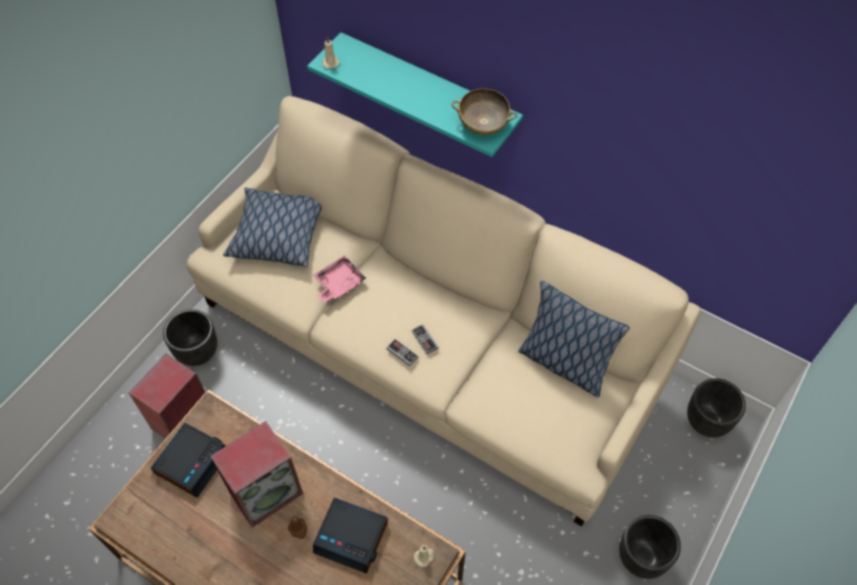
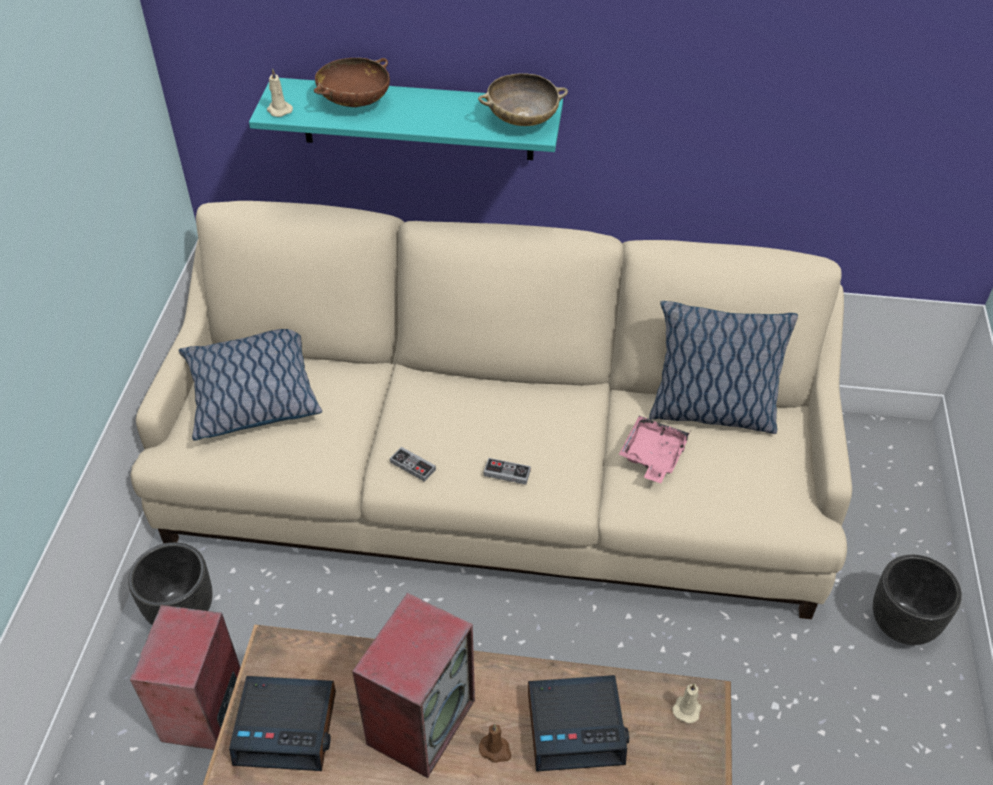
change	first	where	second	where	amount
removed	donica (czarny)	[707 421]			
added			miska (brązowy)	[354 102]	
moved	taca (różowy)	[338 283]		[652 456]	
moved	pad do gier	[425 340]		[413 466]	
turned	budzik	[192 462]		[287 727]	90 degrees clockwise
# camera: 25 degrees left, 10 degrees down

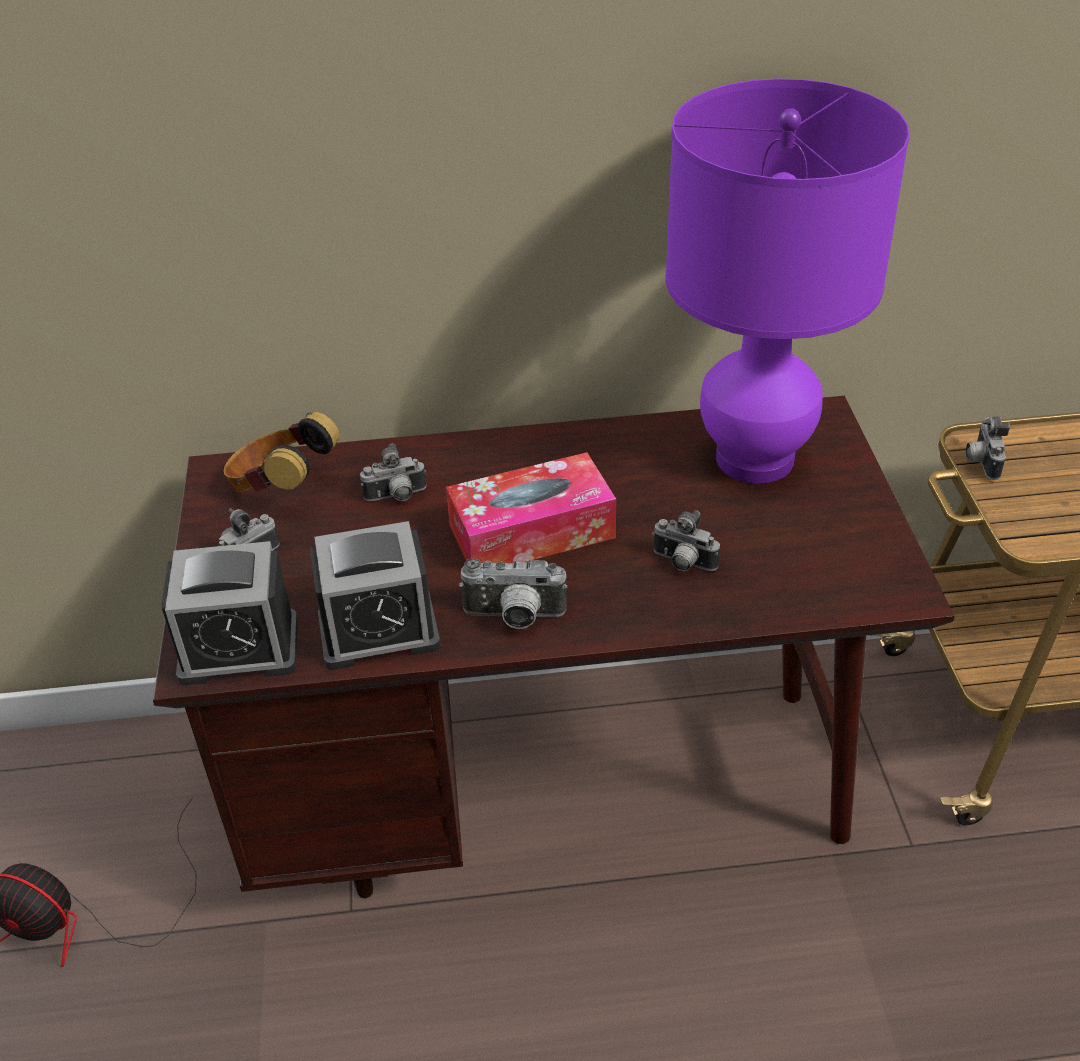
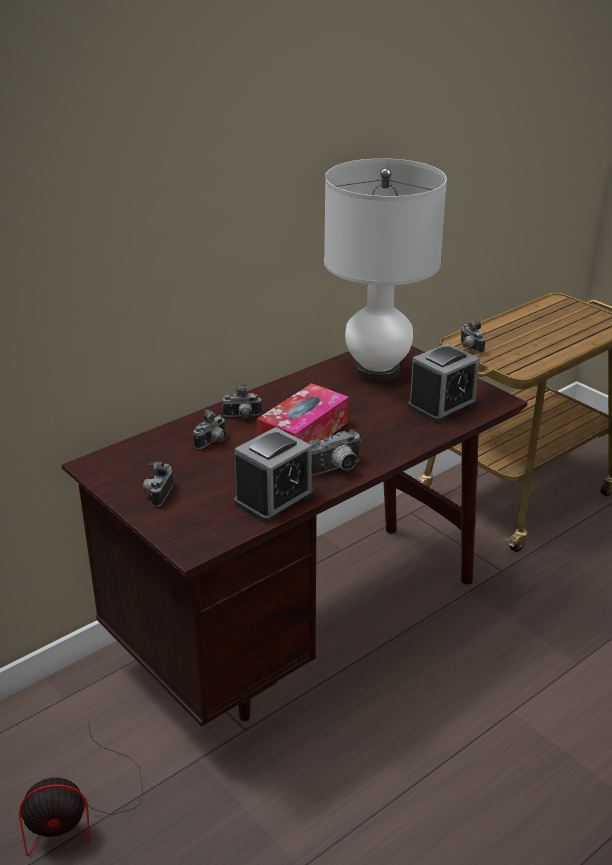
change	first	where	second	where	amount
removed	słuchawki	[282 488]			
moved	budzik	[239 649]		[442 405]	
moved	aparat fotograficzny	[682 563]		[242 417]	
recoloured	lampa stołowa (fioletowy)	[755 459]	lampa stołowa (biały)	[377 371]	
# camera: 35 degrees left, 10 degrees down

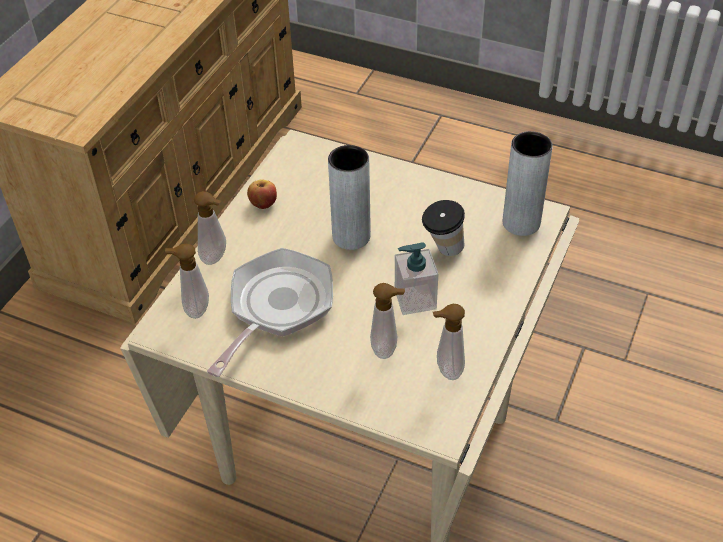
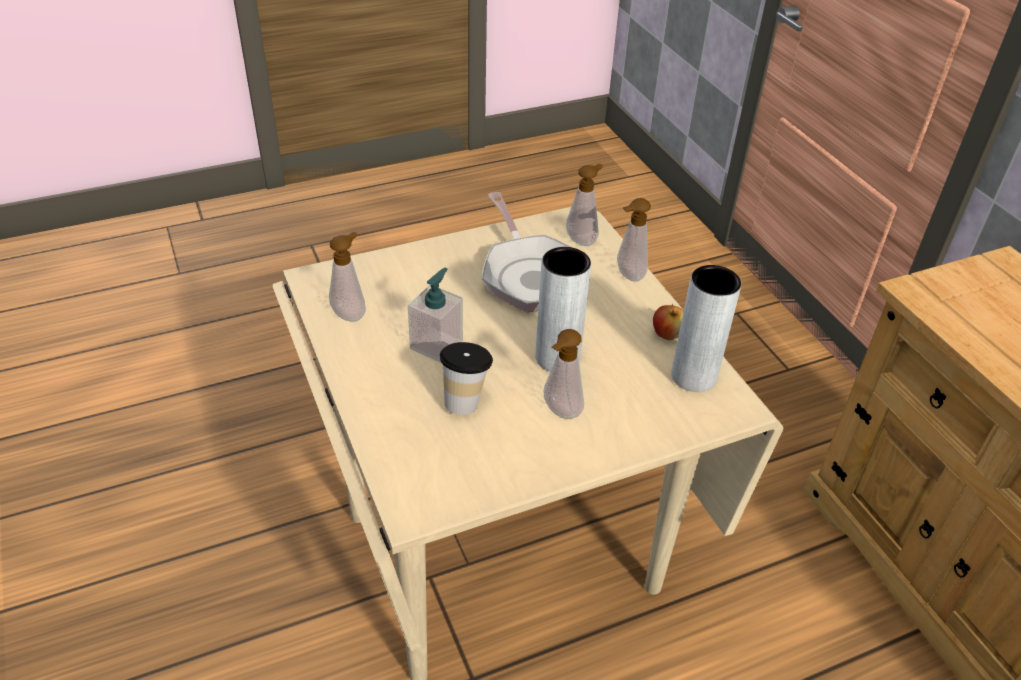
change	first	where	second	where	amount
moved	dozownik mydła	[387 349]		[559 412]	
moved	wazon (szary)	[521 223]		[693 376]	
# camera: 130 degrees right, 5 degrees down

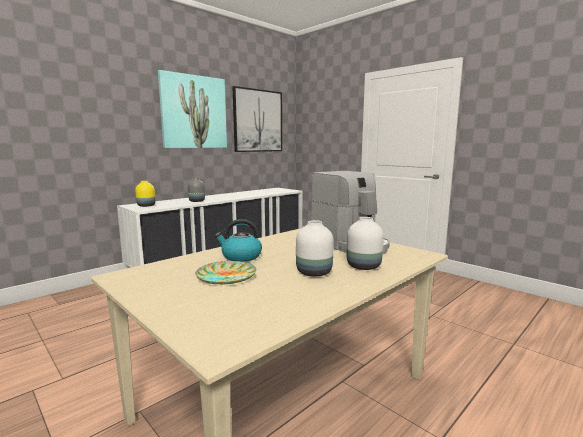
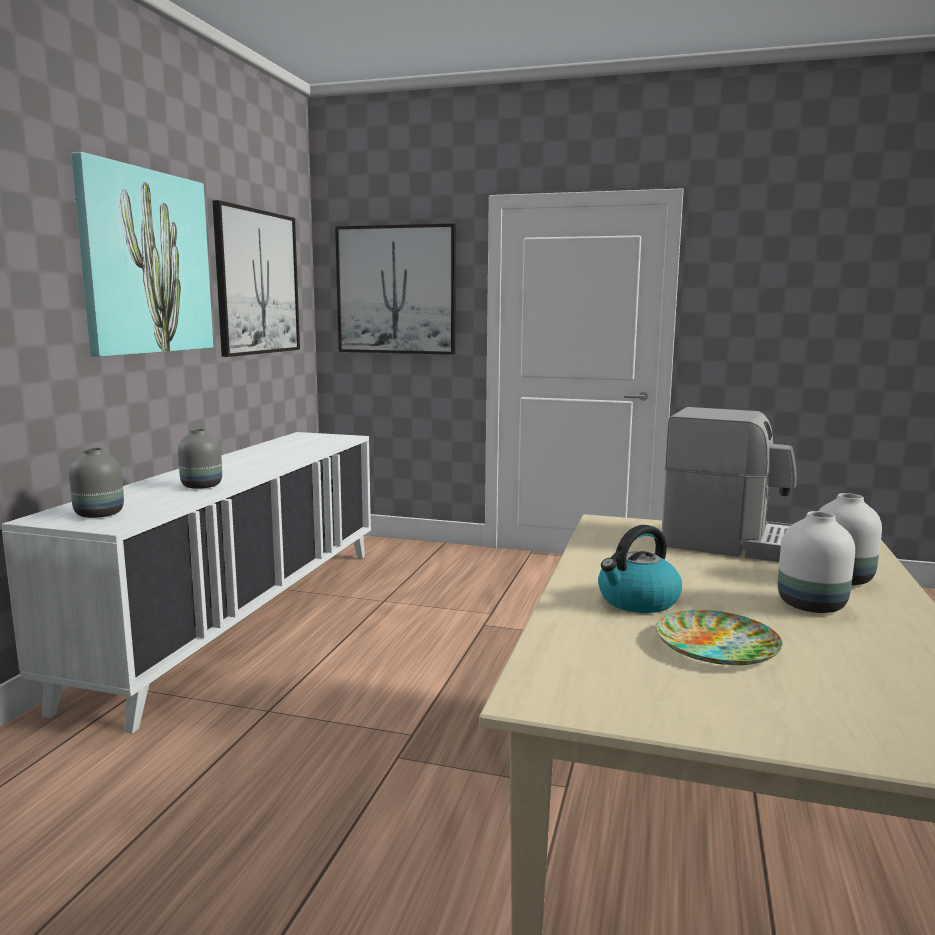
change	first	where	second	where	amount
added			obraz	[396 290]	
recoloured	wazon (żółty)	[147 206]	wazon (szary)	[100 514]	
# camera: 30 degrees left, 0 degrees up

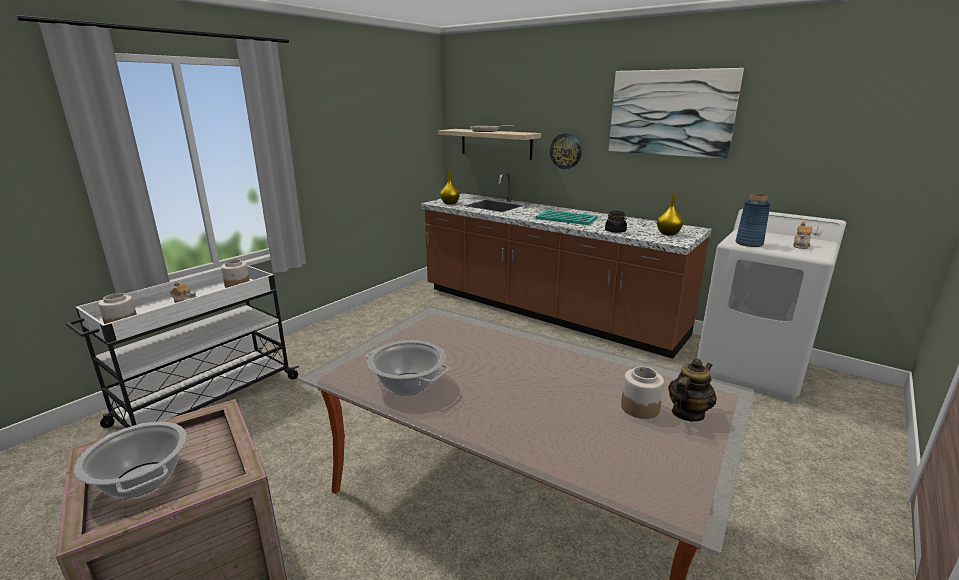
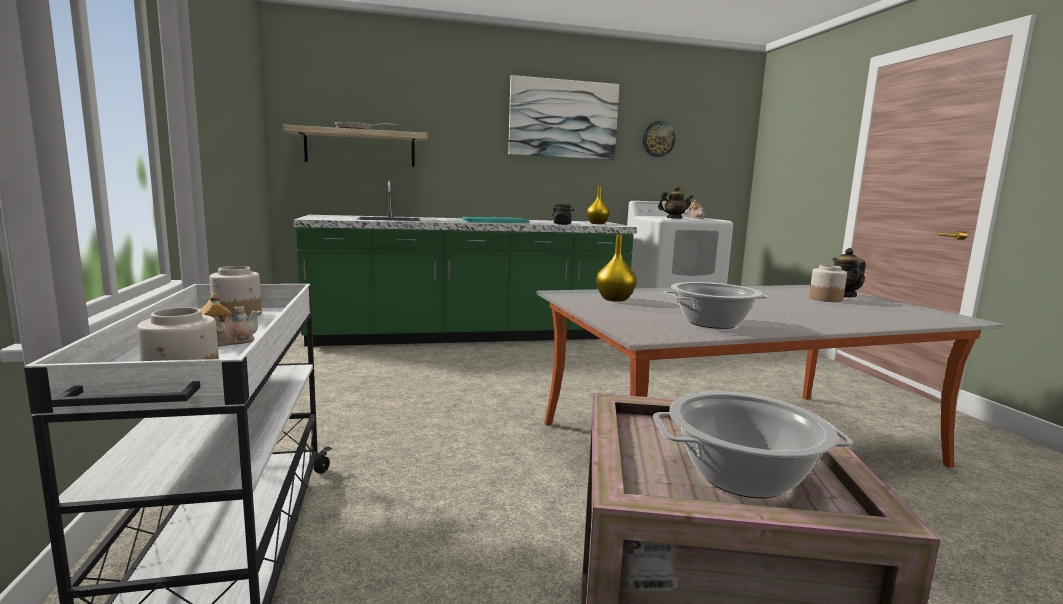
change	first	where	second	where	amount
moved	wazon (żółty)	[450 203]		[614 299]	
moved	zegar ścienny	[566 151]		[658 139]	
replaced	wazon (niebieski)	[749 243]	imbryk	[674 218]	
recoloured	zabudowa kuchenna (brązowy)	[546 311]	zabudowa kuchenna (zielony)	[469 335]	
# camera: 50 degrees left, 10 degrees down

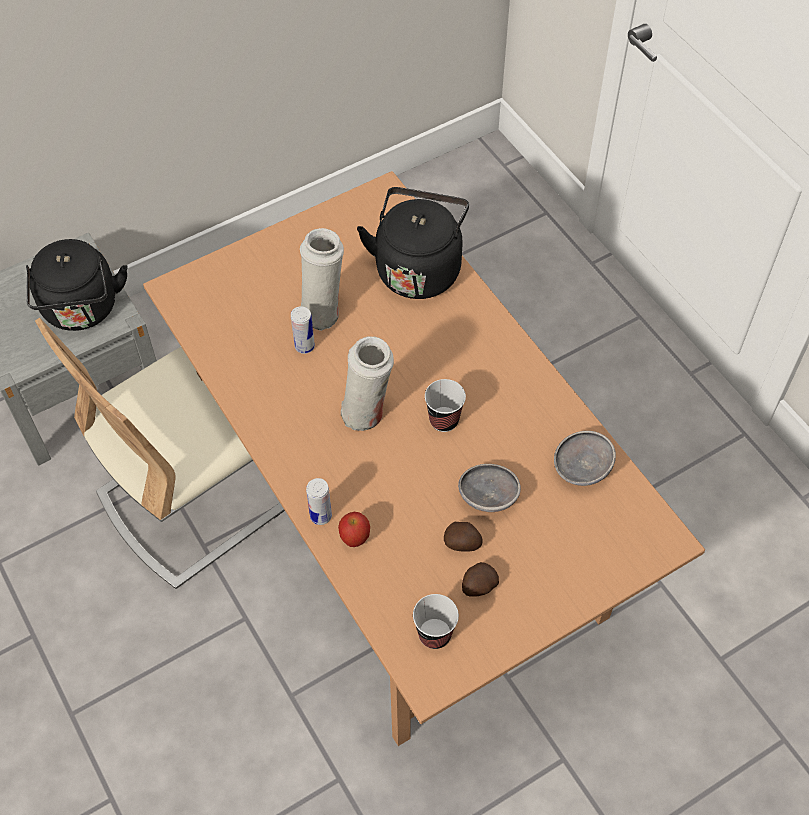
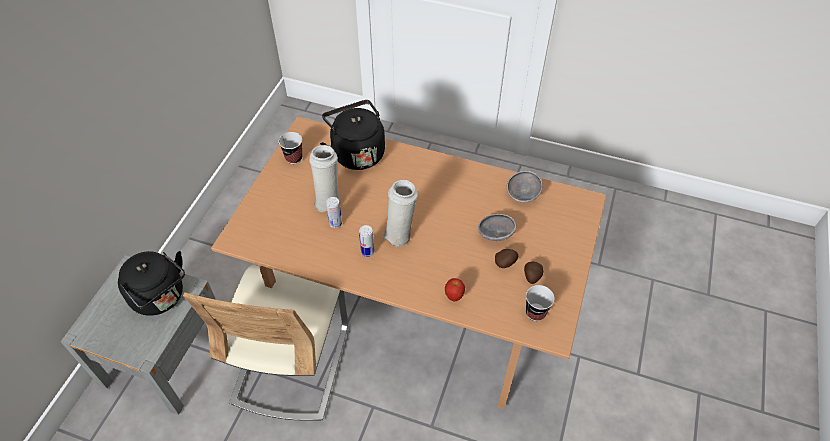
change	first	where	second	where	amount
moved	puszka	[321 516]		[367 251]	
moved	filiżanka	[444 420]		[294 158]	
# camera: 40 degrees left, 5 degrees down

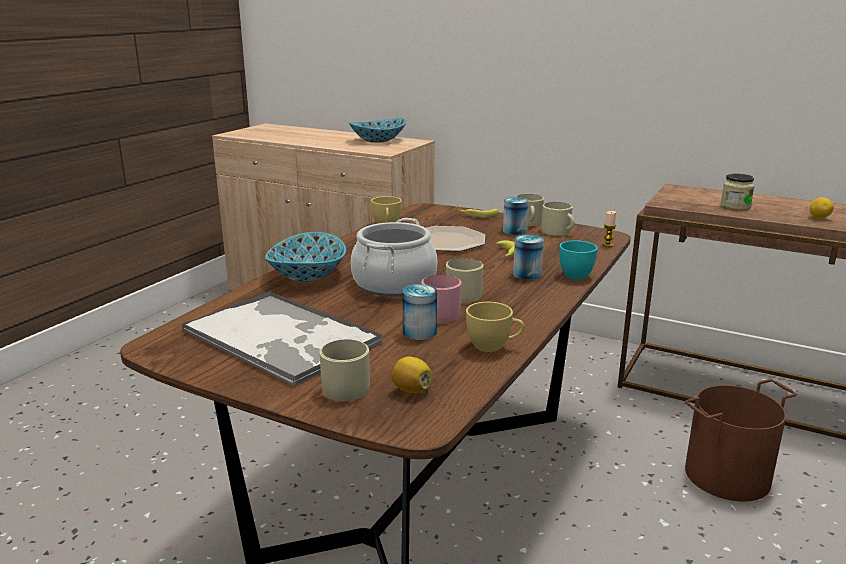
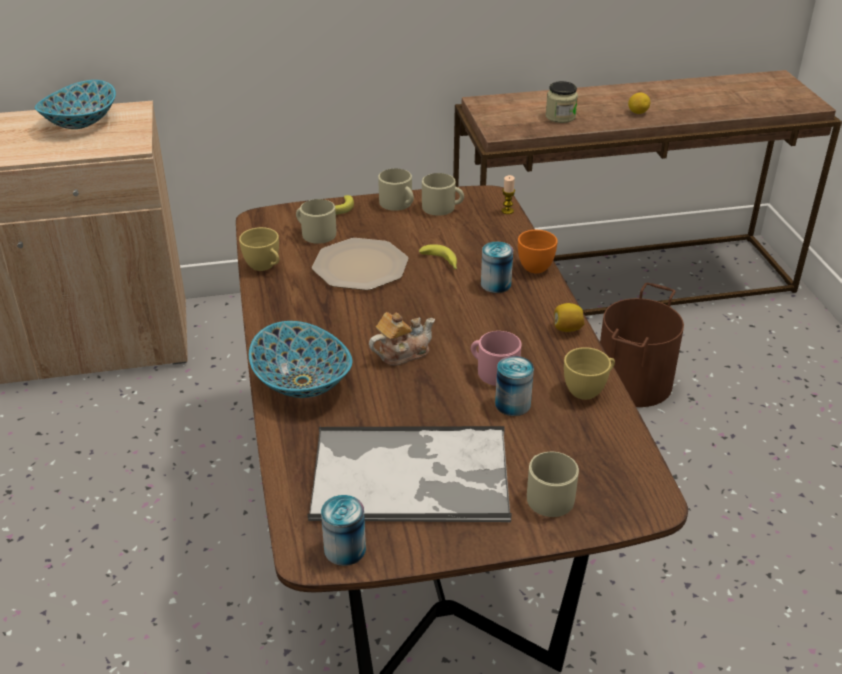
change	first	where	second	where	amount
moved	cytryna	[411 390]		[567 329]	
moved	kubek (beżowy)	[461 293]		[315 233]	
moved	puszka	[514 231]		[345 549]	
replaced	garnek	[394 284]	imbryk	[402 353]	
recoloured	filiżanka (turkusowy)	[578 274]	filiżanka (pomarańczowy)	[535 265]	
# camera: 40 degrees left, 15 degrees up

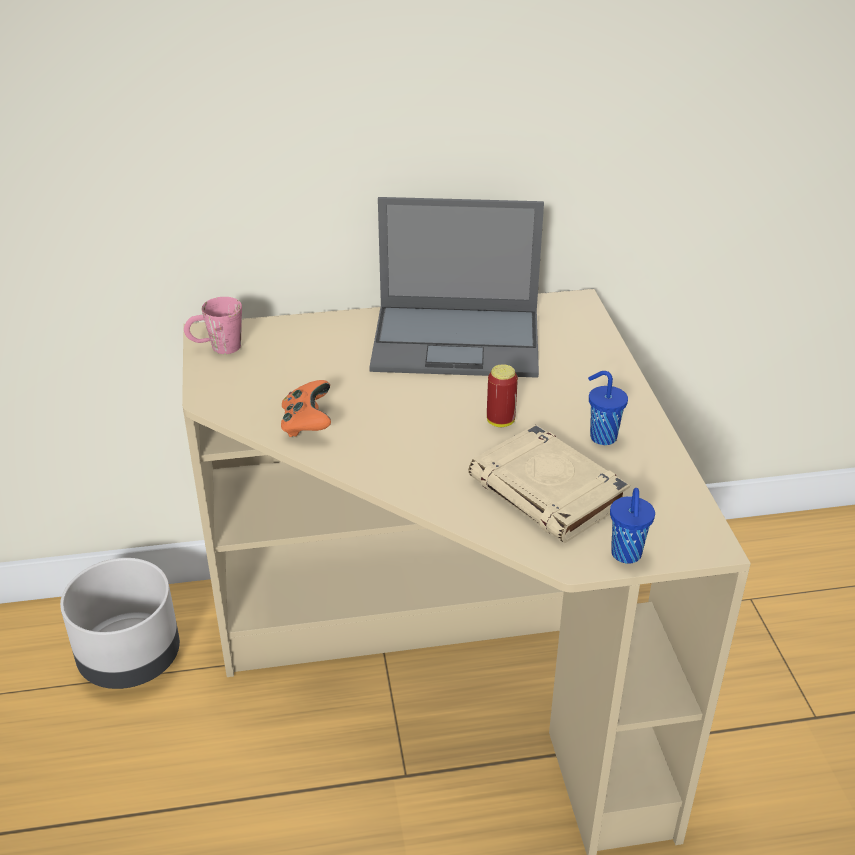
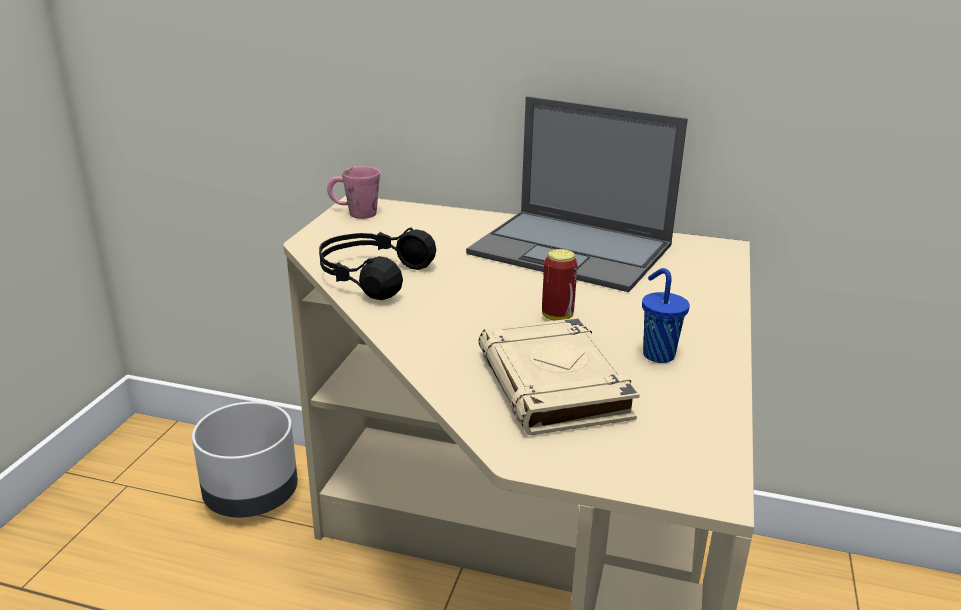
change	first	where	second	where	amount
removed	filiżanka (niebieski)	[626 555]			
replaced	pad do gier (pomarańczowy)	[307 424]	słuchawki (czarny)	[371 276]	
# camera: 25 degrees right, 10 degrees down

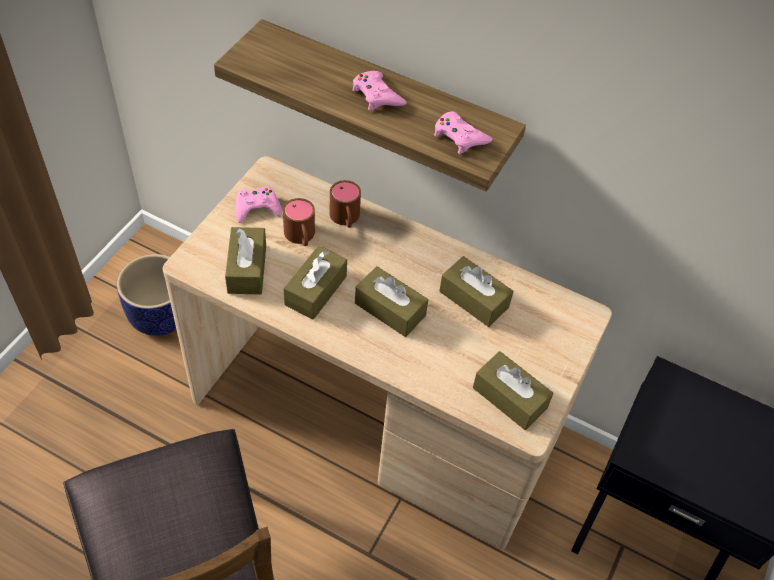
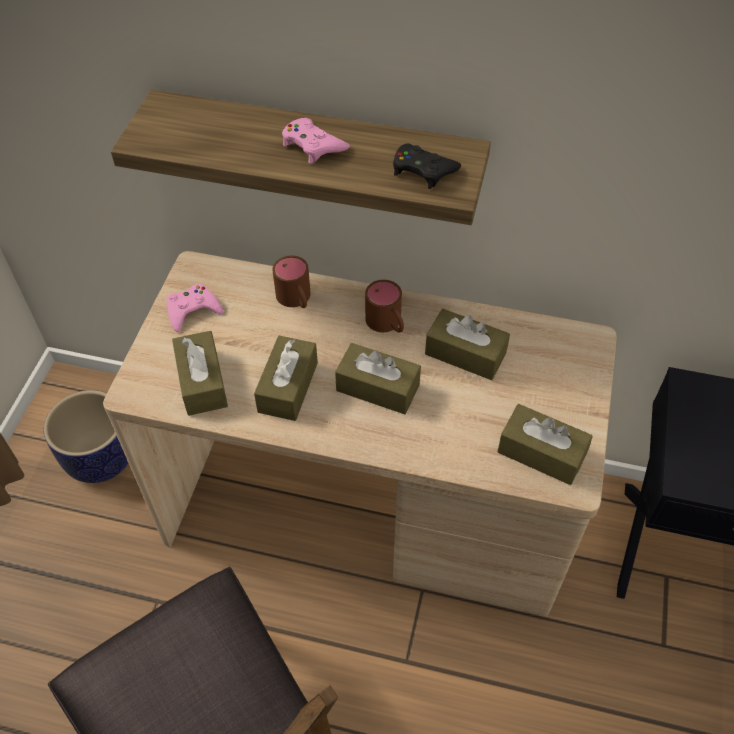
change	first	where	second	where	amount
moved	kubek (brązowy)	[301 237]		[387 324]	
recoloured	pad do gier (różowy)	[459 137]	pad do gier (czarny)	[423 170]	
# camera: 10 degrees left, 0 degrees up

